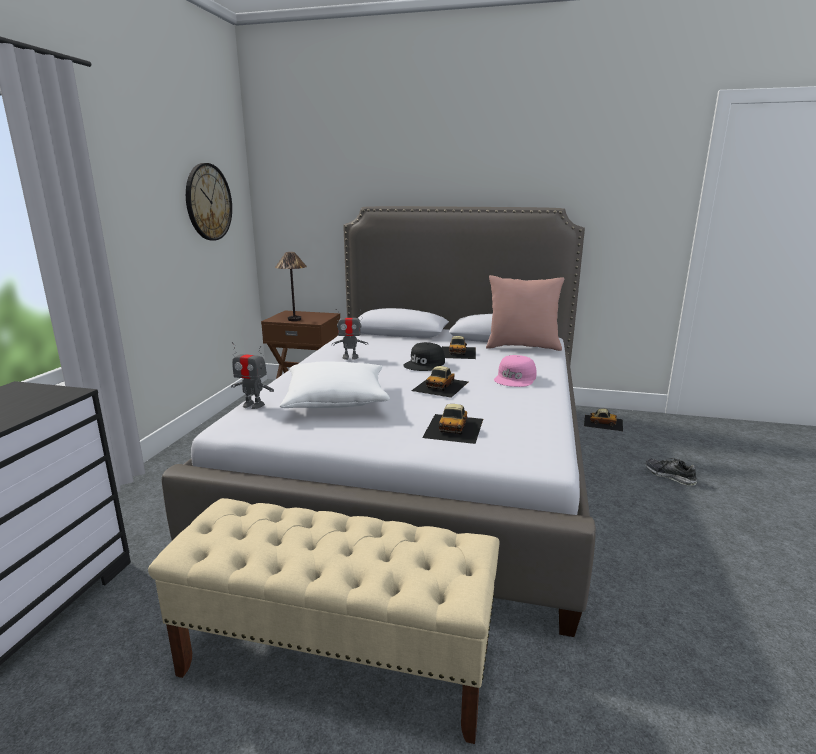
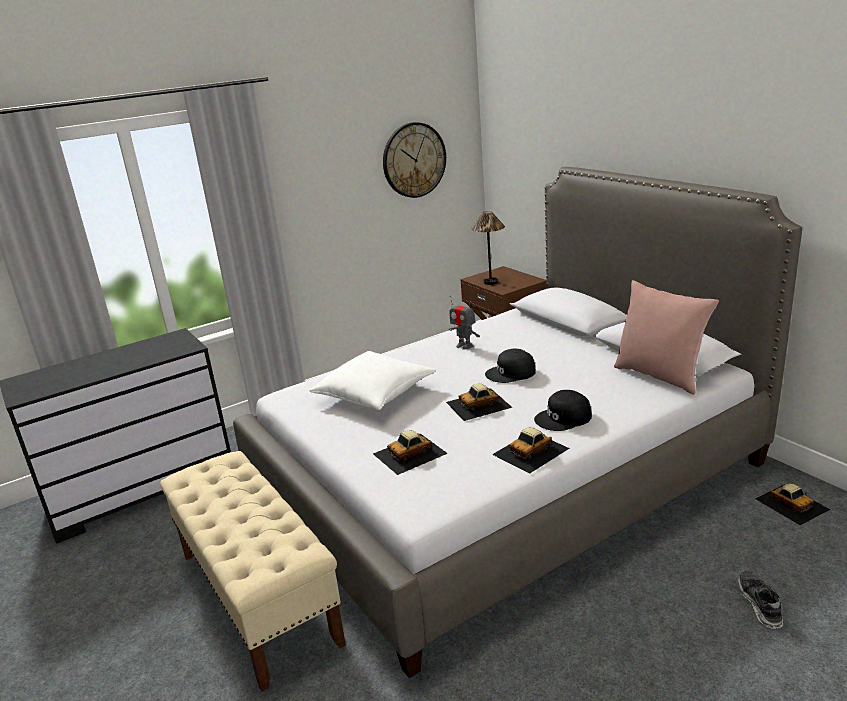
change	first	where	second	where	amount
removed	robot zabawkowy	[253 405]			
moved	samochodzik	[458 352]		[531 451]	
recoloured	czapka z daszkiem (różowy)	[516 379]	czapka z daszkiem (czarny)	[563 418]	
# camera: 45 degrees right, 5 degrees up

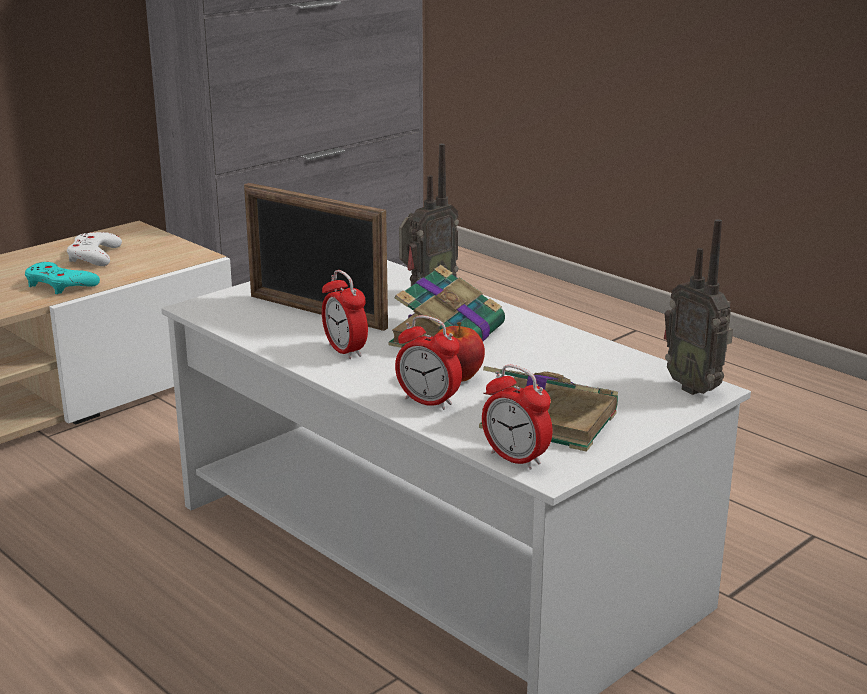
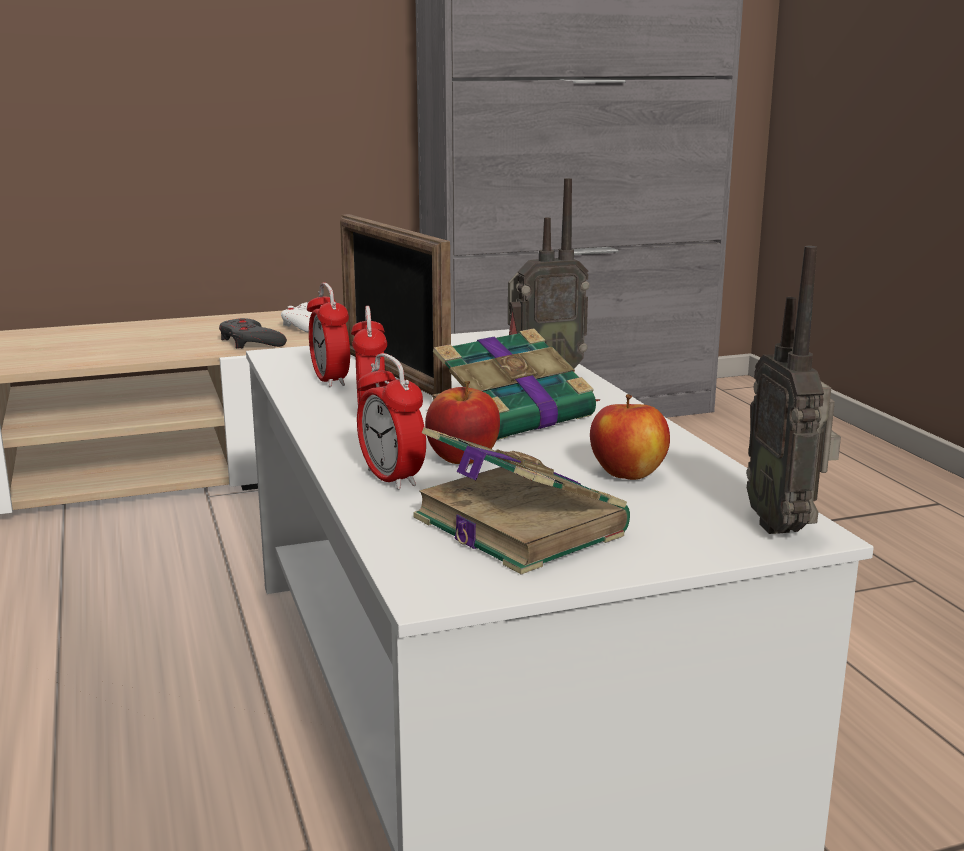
change	first	where	second	where	amount
added			jabłko	[628 474]	
moved	budzik	[515 459]		[330 380]	
recoloured	pad do gier (turkusowy)	[60 284]	pad do gier (szary)	[251 342]	
# camera: 25 degrees right, 5 degrees down

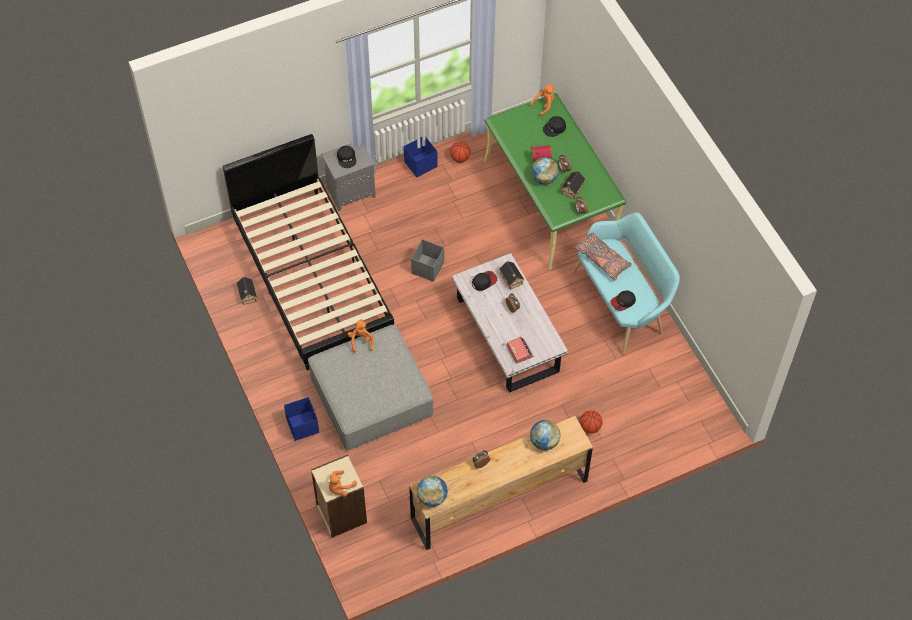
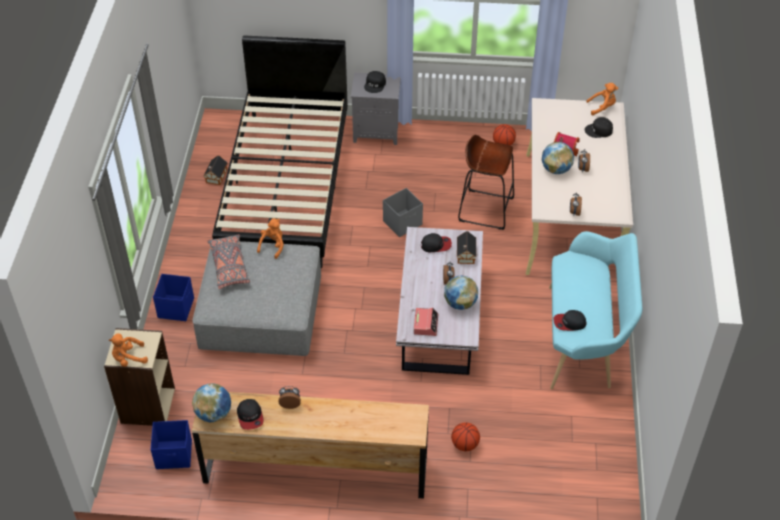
change	first	where	second	where	amount
removed	domek	[571 189]			
added			czapka z daszkiem	[250 416]	
added			stołek (brązowy)	[485 209]	
moved	pojemnik do przechowywania (niebieski)	[421 164]		[174 455]	
moved	globus	[544 442]		[460 303]	
moved	poduszka (szary)	[602 259]		[229 267]	
recoloured	biurko (zielony)	[551 200]	biurko (beżowy)	[571 215]	
# camera: 30 degrees right, 10 degrees down

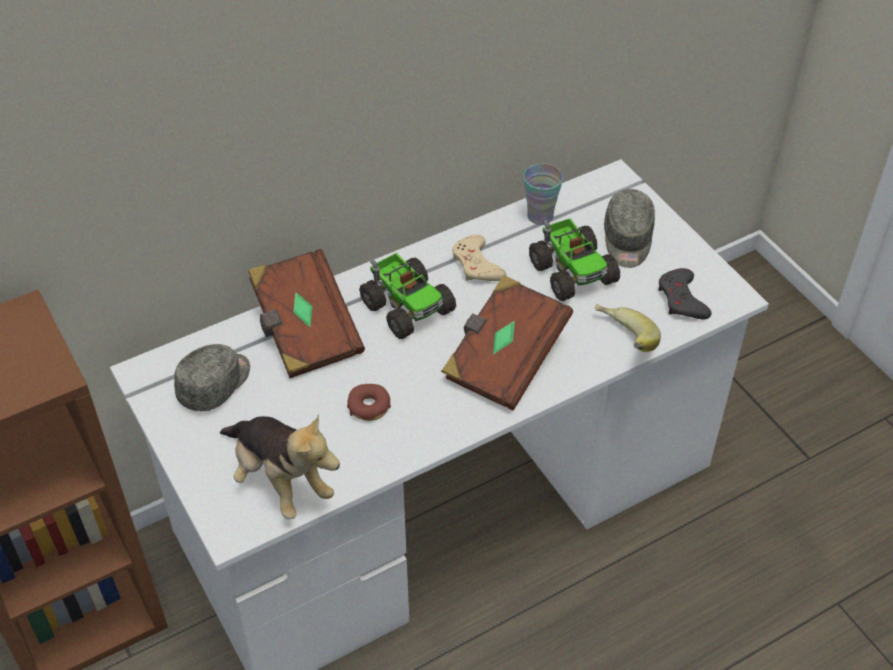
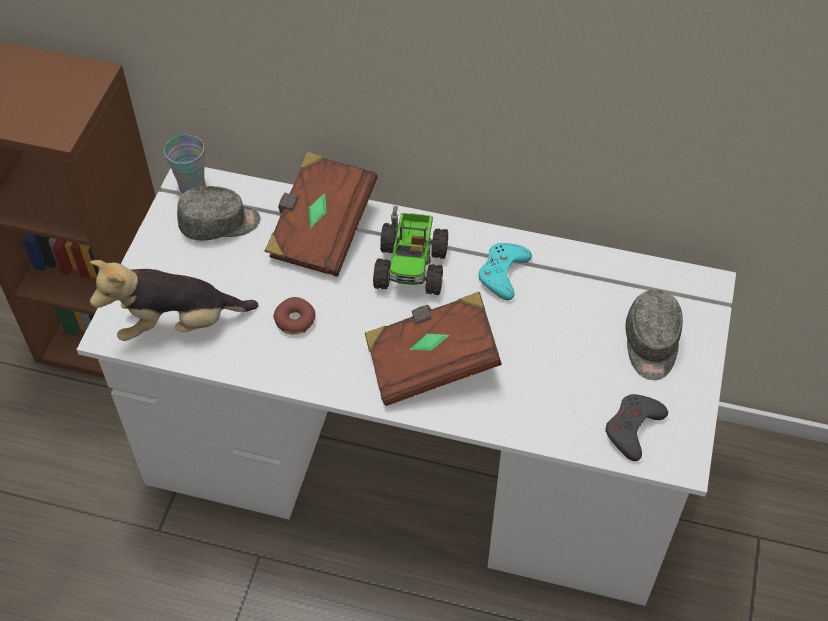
change	first	where	second	where	amount
removed	ciężarówka zabawkowa	[572 271]			
removed	banan	[622 342]			
moved	filiżanka	[540 216]		[192 186]	
recoloured	pad do gier (beżowy)	[477 265]	pad do gier (turkusowy)	[503 273]	
turned	pluszak	[280 480]		[178 324]	75 degrees clockwise
turned	czapka z daszkiem (szary)	[627 240]		[651 344]	45 degrees counterclockwise
# camera: 45 degrees right, 5 degrees up

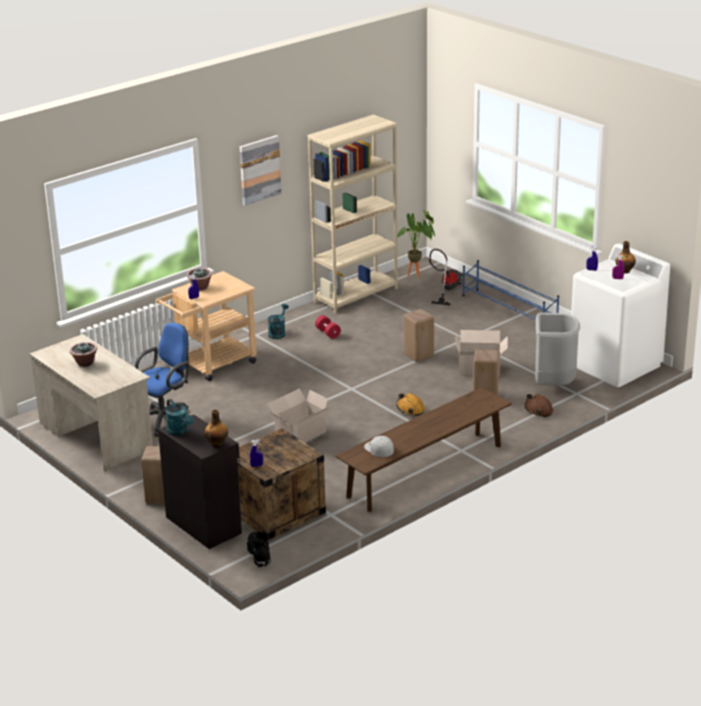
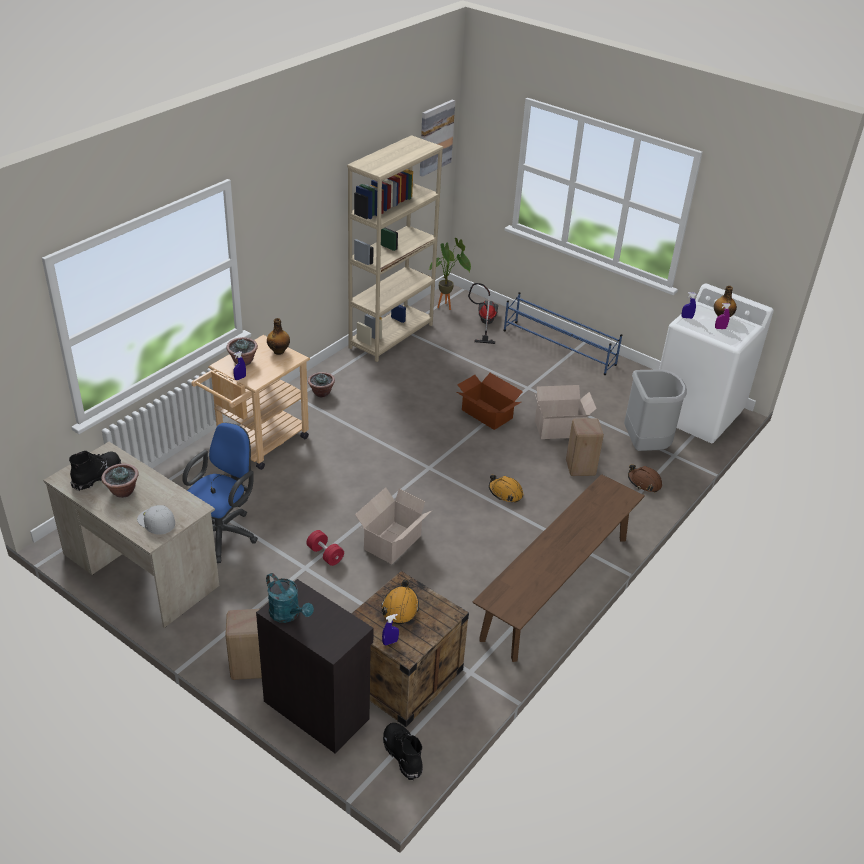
change	first	where	second	where	amount
added			but z cholewką (czarny)	[97 476]	
added			kask (pomarańczowy)	[400 607]	
moved	butelka	[217 444]		[279 351]	
moved	obraz	[259 169]		[435 137]	
moved	hantel (czerwony)	[328 333]		[325 554]	
moved	czapka z daszkiem (biały)	[378 449]		[156 521]	
replaced	konewka (turkusowy)	[278 333]	roślina doniczkowa	[321 393]	
replaced	stołek (beżowy)	[419 355]	karton	[487 414]	
# camera: 15 degrees left, 10 degrees up

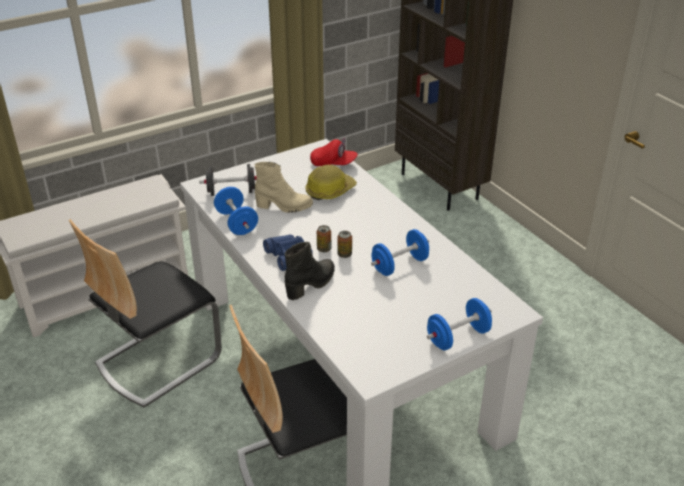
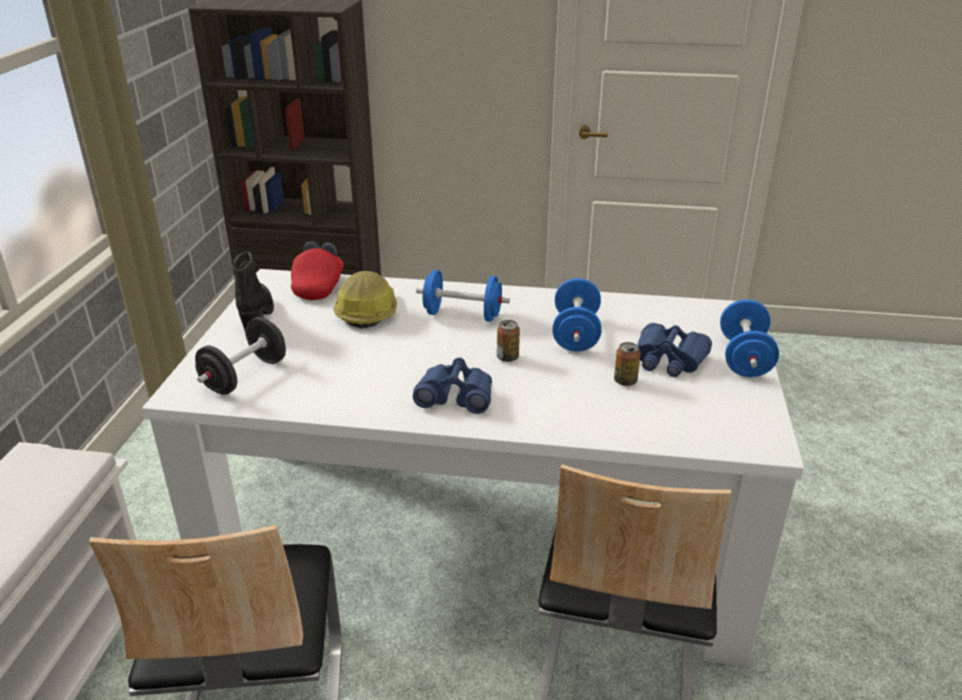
change	first	where	second	where	amount
removed	but z cholewką (beżowy)	[284 207]			
added			lornetka (niebieski)	[668 359]	
moved	hantel (niebieski)	[236 223]		[462 315]	
moved	but z cholewką (czarny)	[311 284]		[257 316]	
moved	puszka	[324 249]		[625 381]	
turned	czapka z daszkiem (czerwony)	[333 164]		[319 286]	45 degrees counterclockwise
# camera: 50 degrees left, 5 degrees down

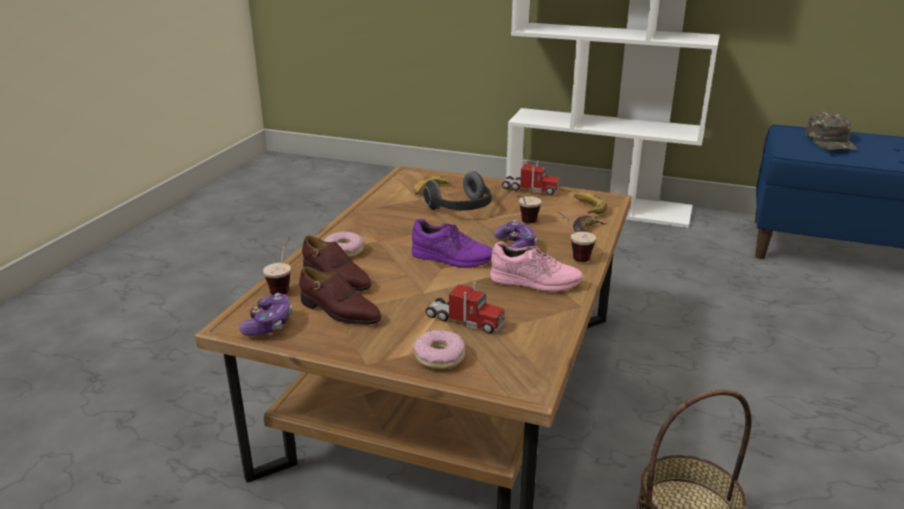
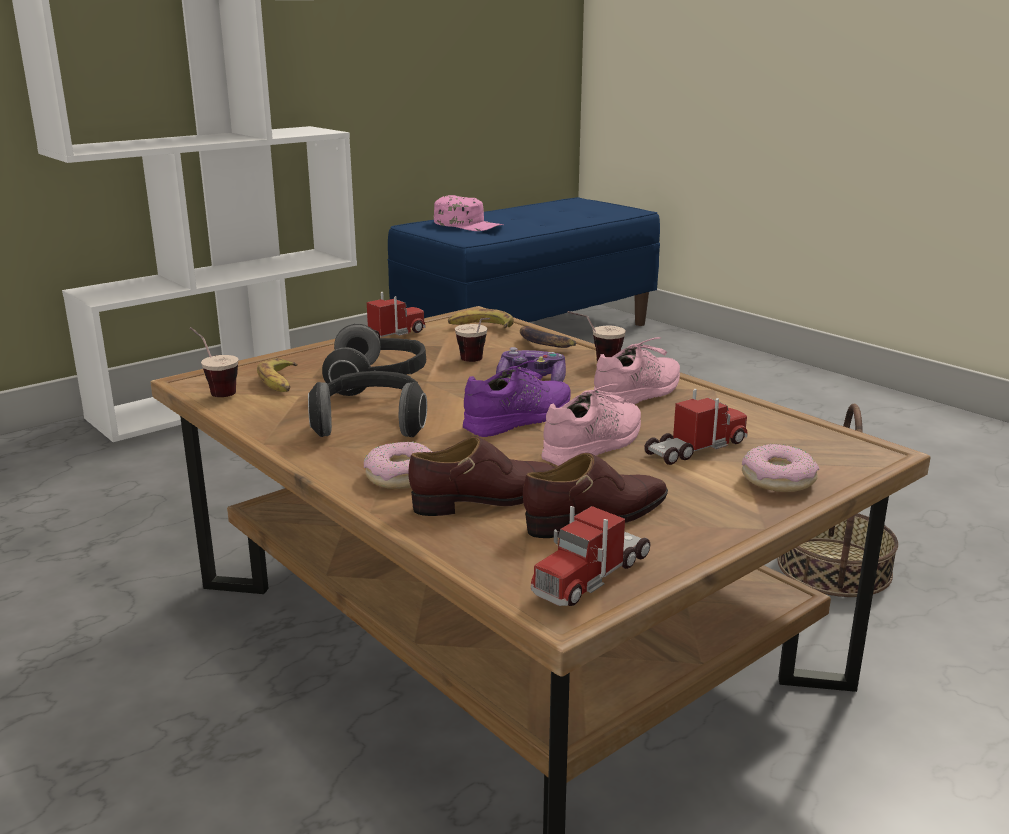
change	first	where	second	where	amount
added			słuchawki	[371 424]	
added			but (różowy)	[595 444]	
moved	filiżanka	[284 287]		[215 390]	
replaced	pad do gier	[269 324]	ciężarówka zabawkowa	[592 575]	
recoloured	czapka z daszkiem (zielony)	[830 141]	czapka z daszkiem (różowy)	[468 225]	
# camera: 60 degrees left, 5 degrees down

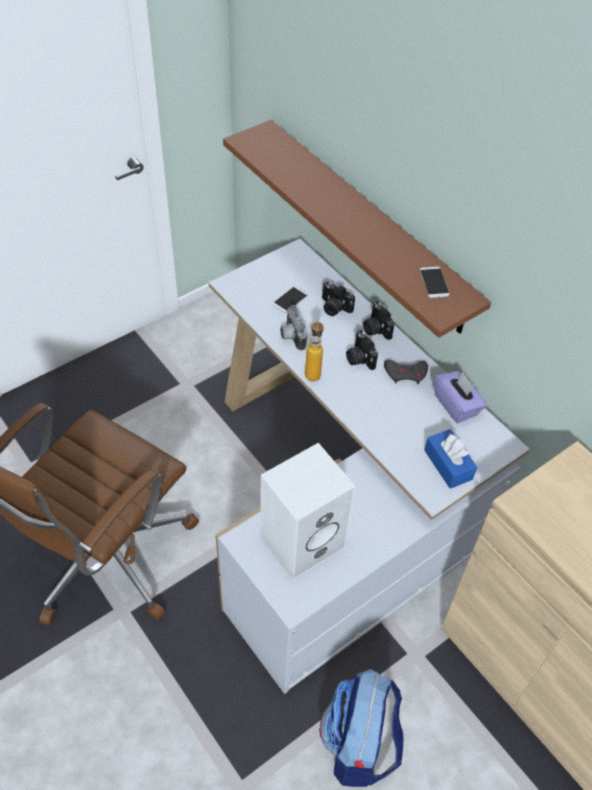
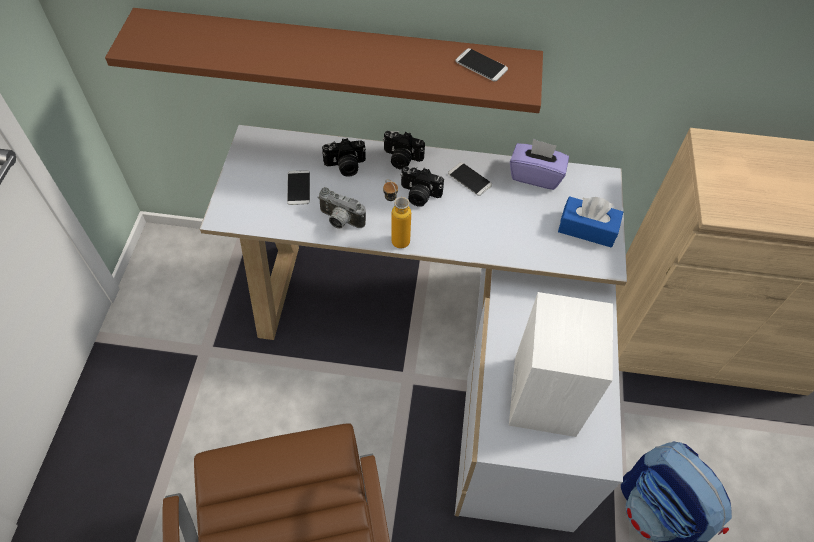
change	first	where	second	where	amount
replaced	pad do gier (szary)	[406 374]	telefon	[469 179]	
# camera: 45 degrees left, 5 degrees up

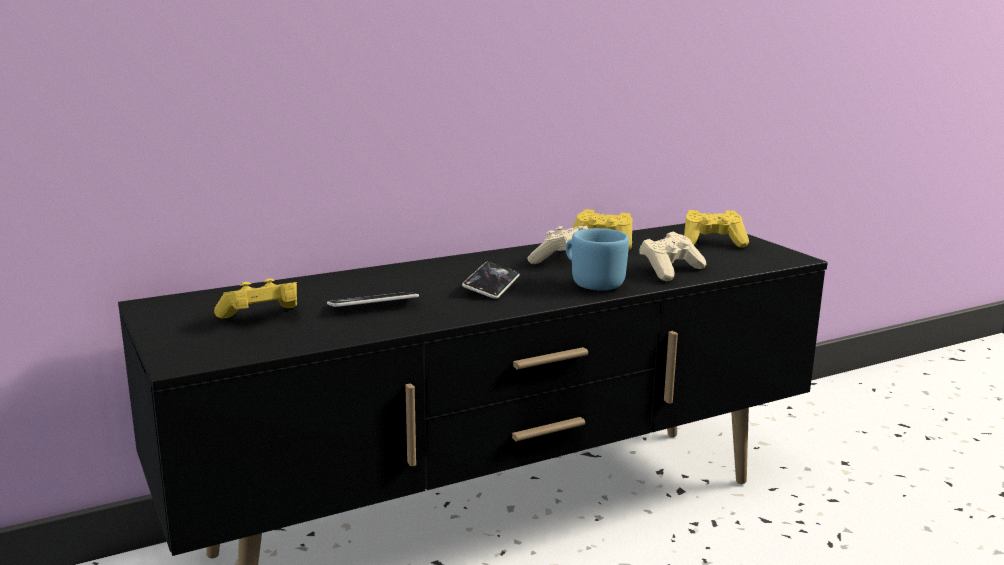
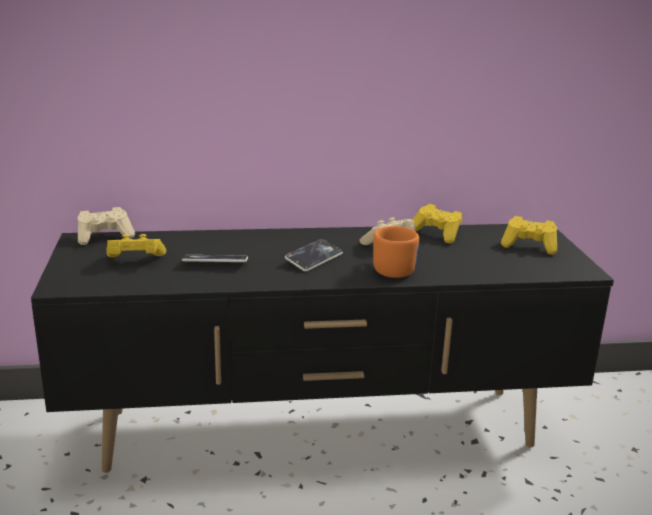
change	first	where	second	where	amount
moved	pad do gier (beżowy)	[670 271]		[105 237]	
recoloured	kubek (niebieski)	[592 283]	kubek (pomarańczowy)	[391 269]	
# camera: 20 degrees right, 5 degrees up

